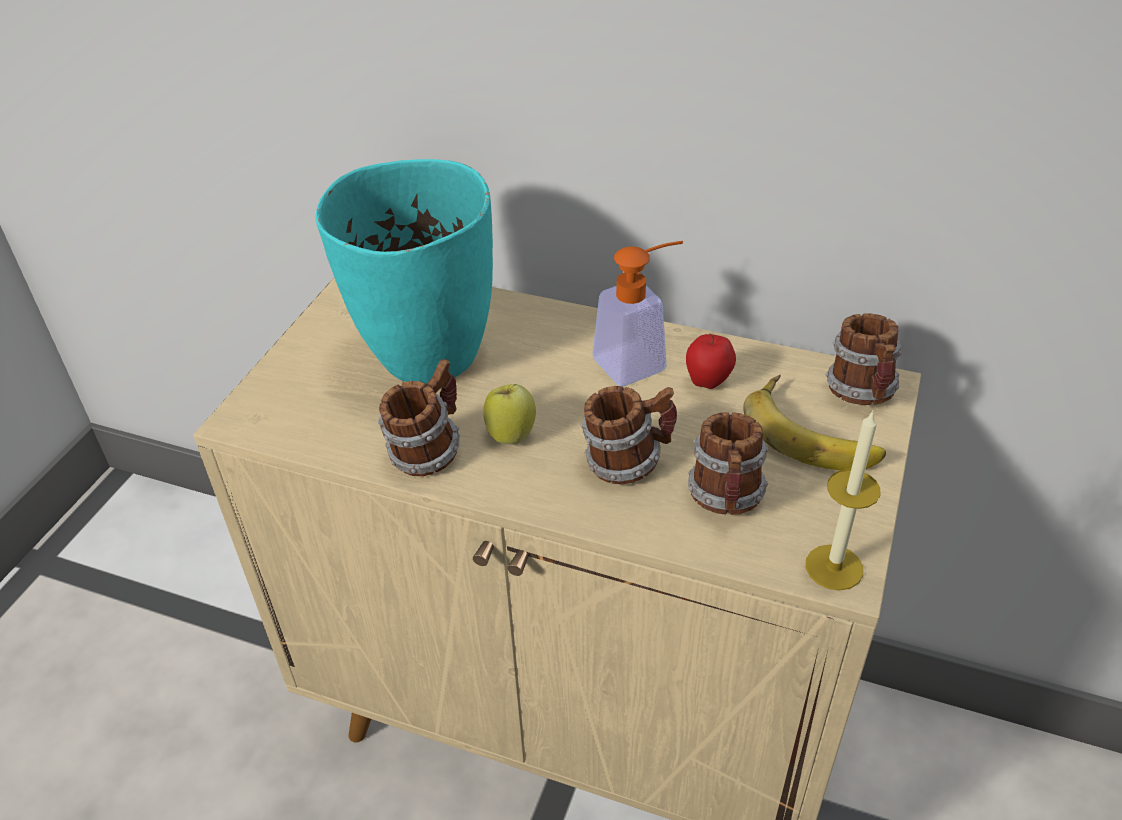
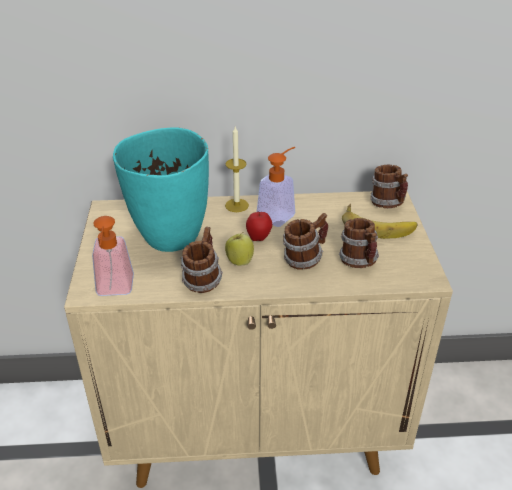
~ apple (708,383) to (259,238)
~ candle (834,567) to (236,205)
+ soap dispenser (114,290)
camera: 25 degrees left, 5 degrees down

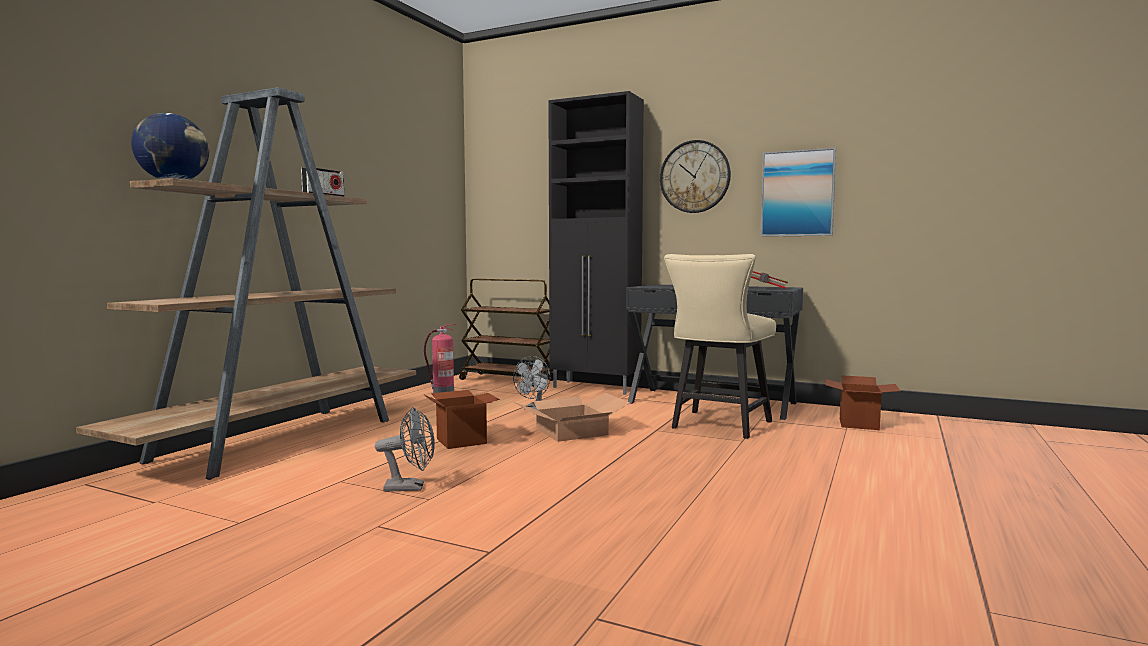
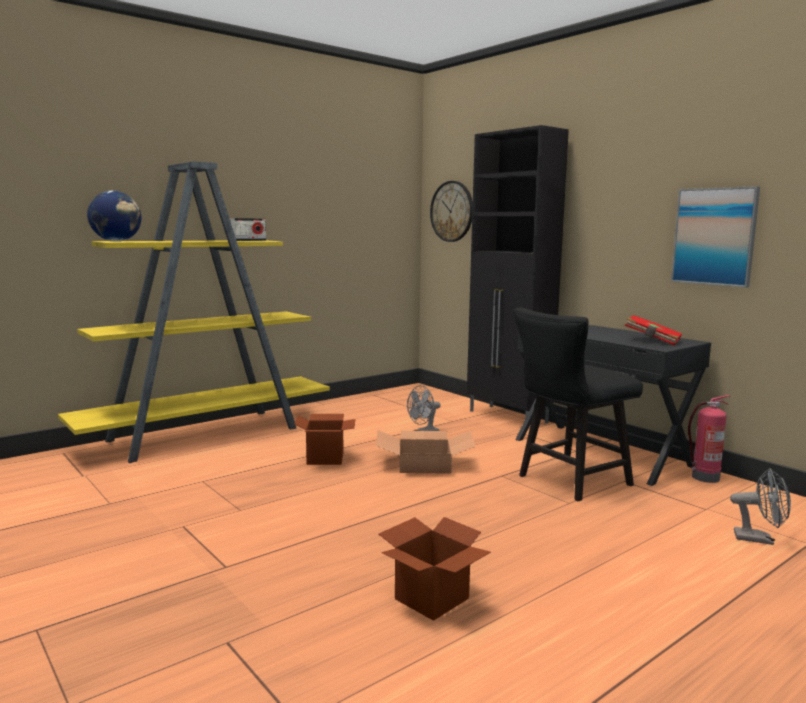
~ brown bookcase (281,439) to yellow bookcase (207,434)
~ wall clock (695,177) to (452,211)
~ beige chair (718,426) to black chair (568,481)
- brown cart (508,380)
~ fire extinguisher (442,392) to (704,478)
~ cardboard box (858,424) to (431,598)
~ grey fan (411,487) to (759,539)
camera: 25 degrees right, 5 degrees up

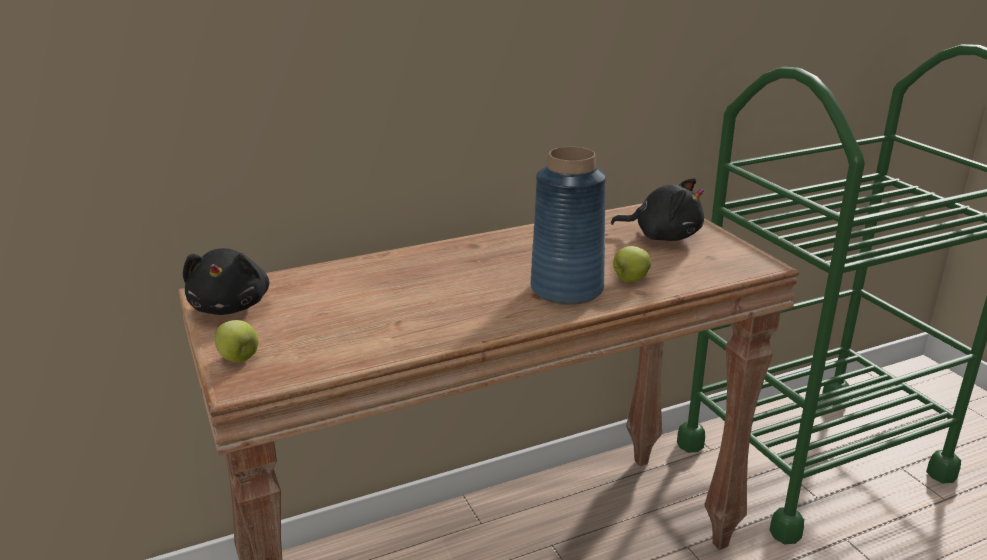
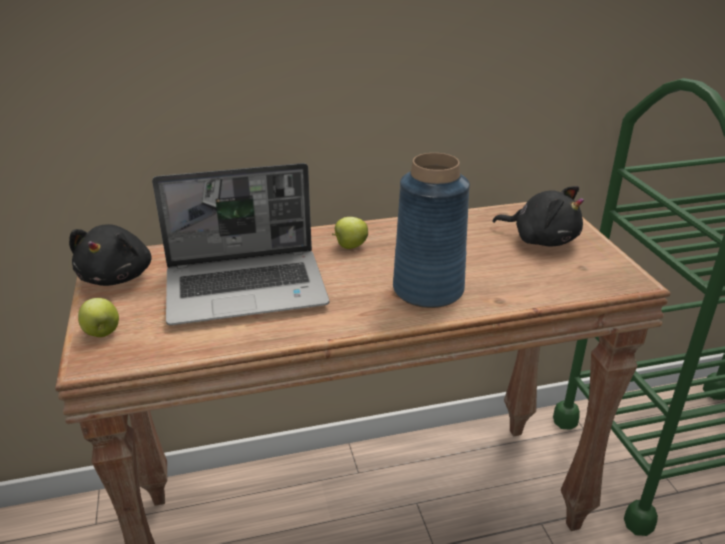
~ apple (629,280) to (350,246)
+ laptop (247,288)
camera: 10 degrees right, 5 degrees up

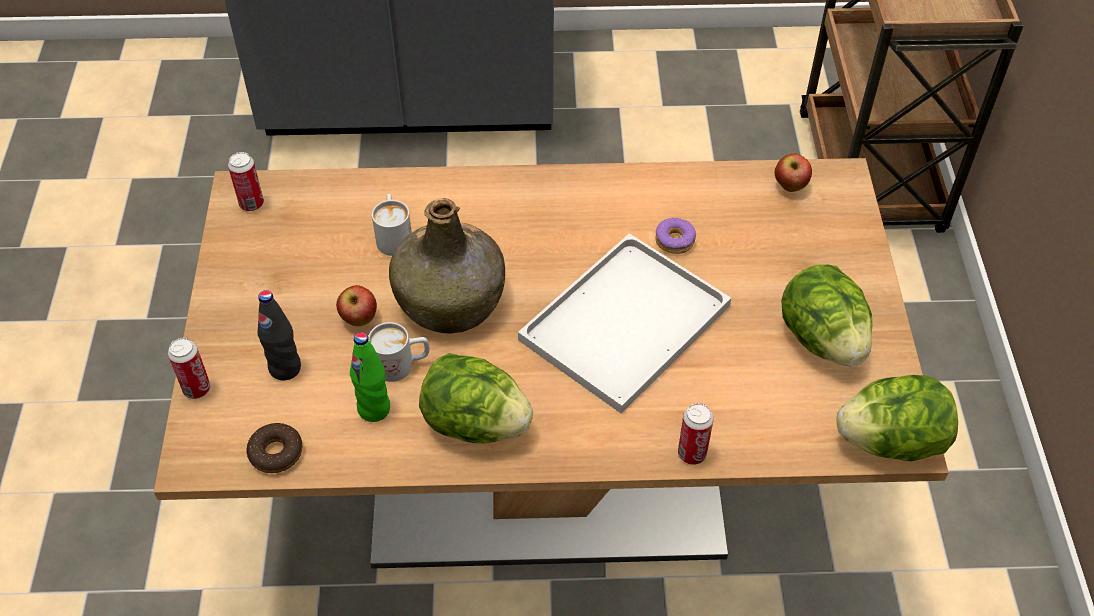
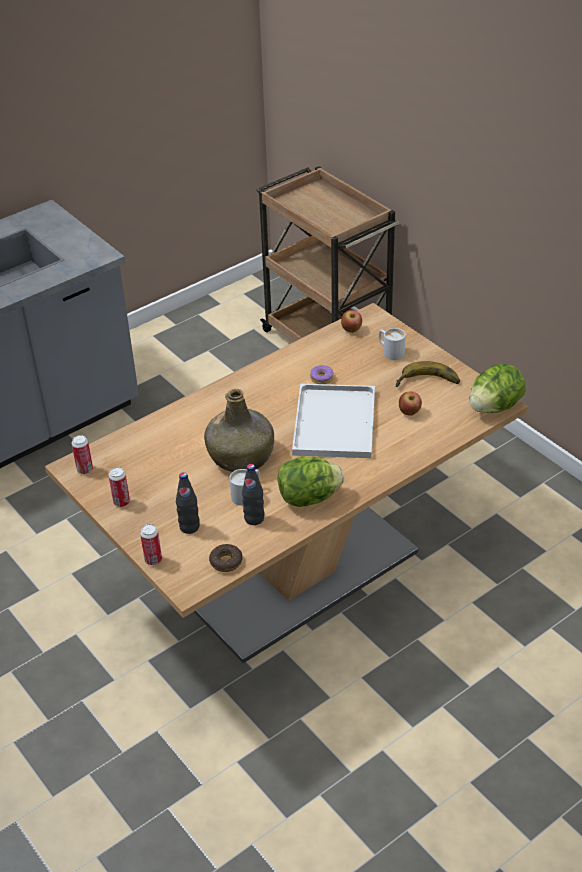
~ white mug (393,236) to (390,352)
~ lettuce (822,339) to banana (428,383)
~ apple (359,319) to (409,413)
~ green bottle (374,409) to black bottle (254,518)
~ can (692,454) to (121,502)
camera: 35 degrees left, 10 degrees down

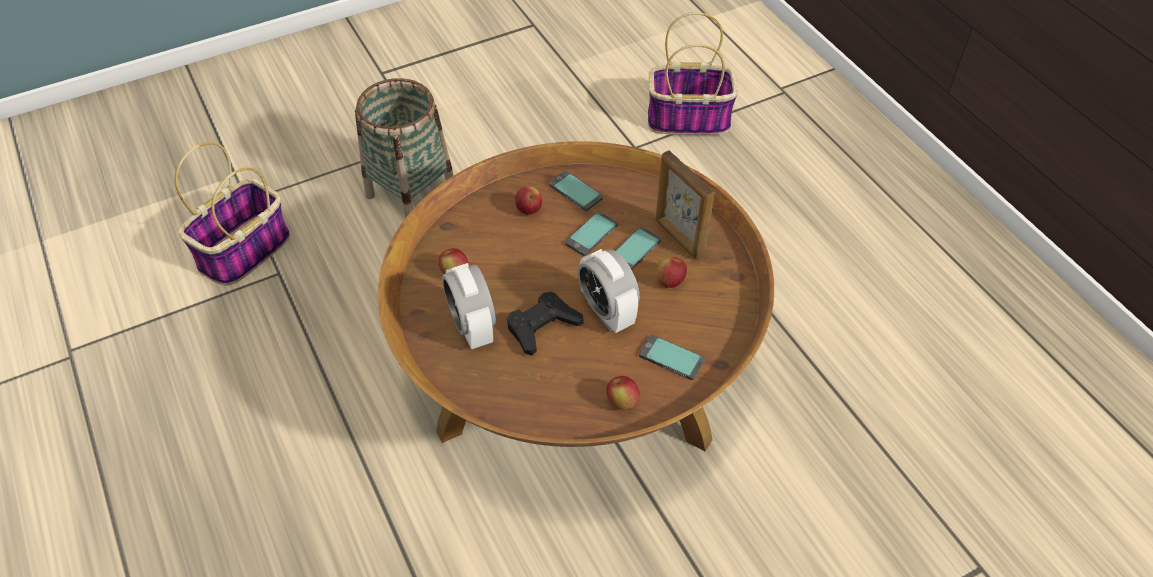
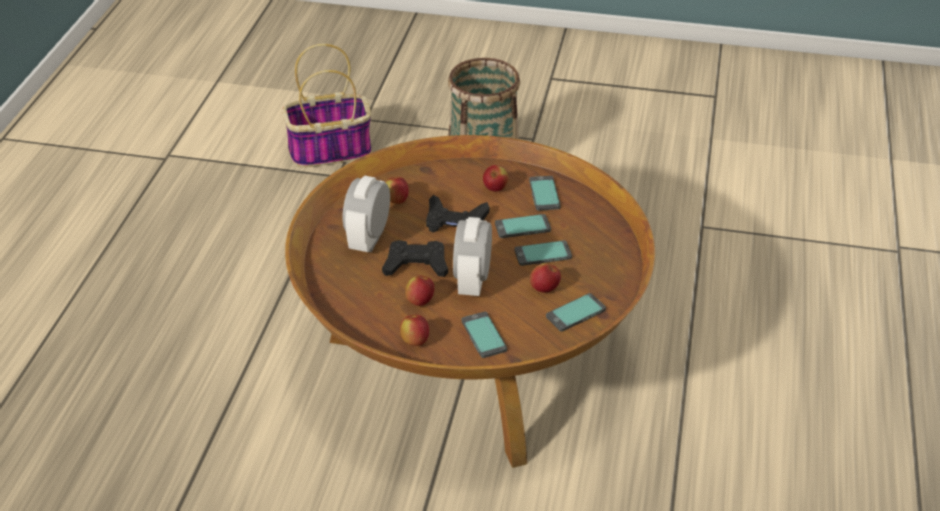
- basket (689,119)
- picture frame (678,238)
+ black game controller (455,221)
+ apple (420,301)
+ phone (576,313)
camera: 40 degrees right, 10 degrees down

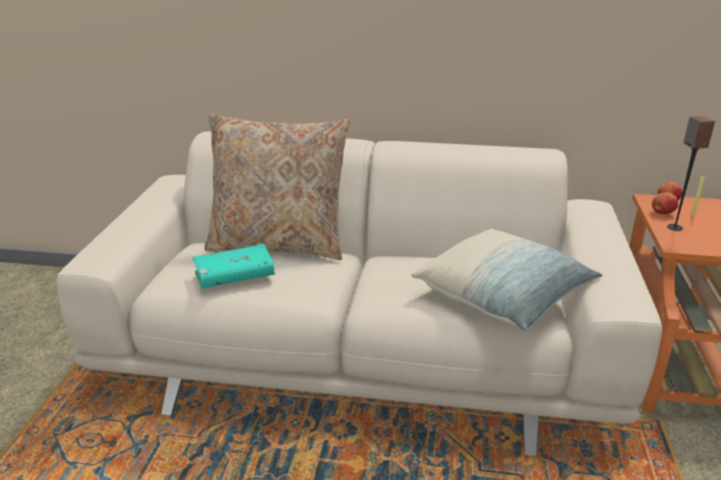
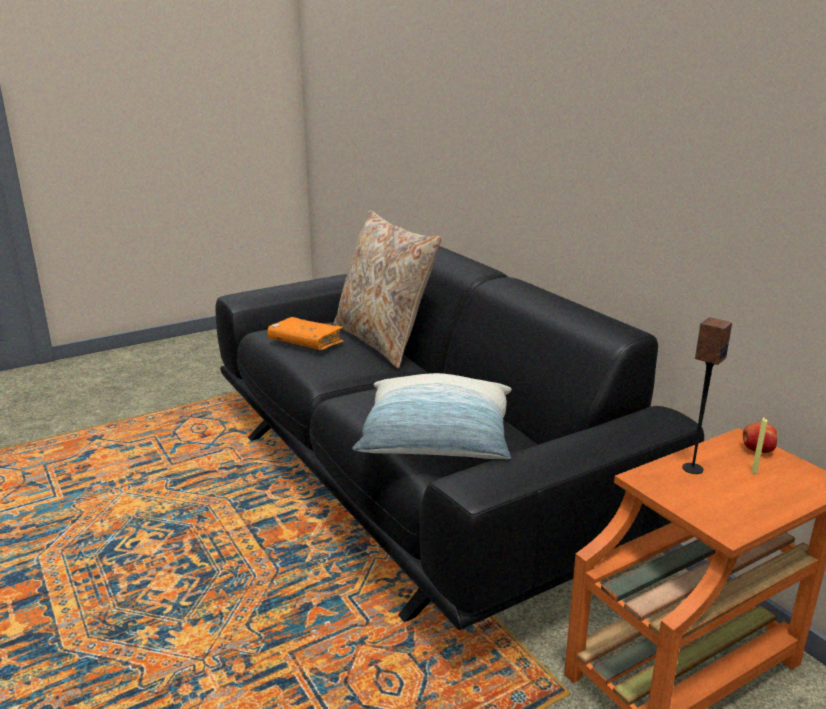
~ beige sofa (362,357) to black sofa (415,481)
- apple (662,213)
~ turquoise book (234,276) to orange book (305,343)
camera: 50 degrees right, 5 degrees down

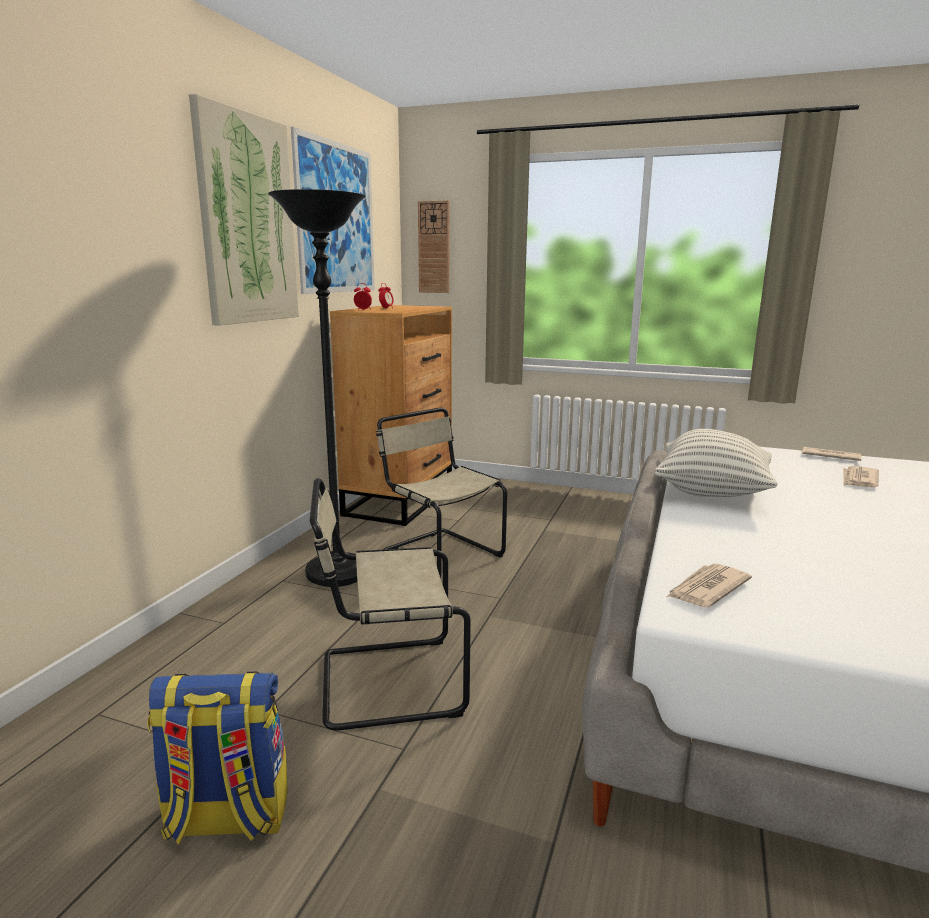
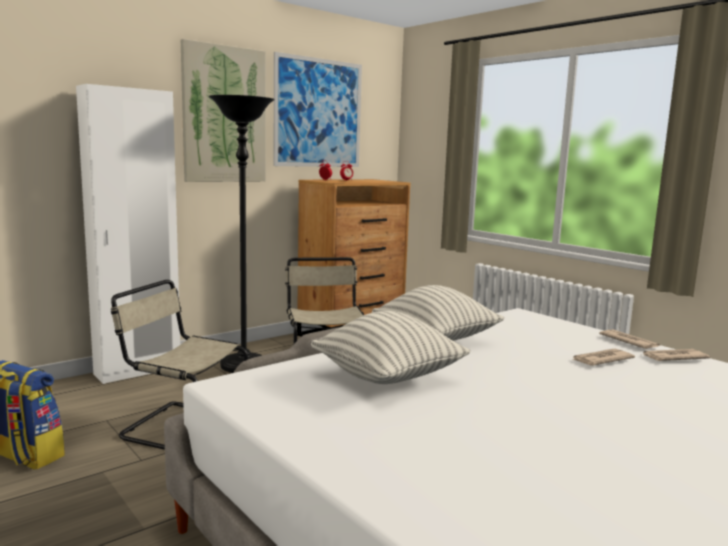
- wall clock (434,247)
~ newspaper (706,589) to (673,357)
+ white wardrobe (138,371)
+ pillow (388,378)
camera: 30 degrees right, 5 degrees down

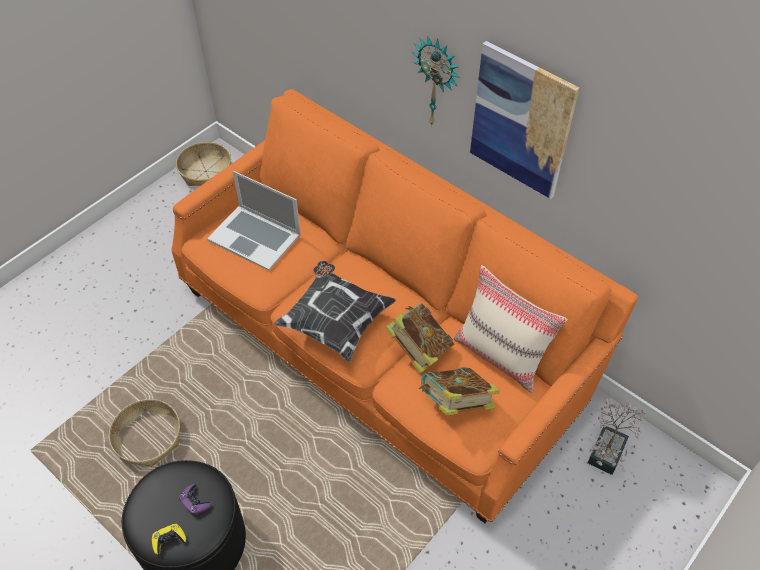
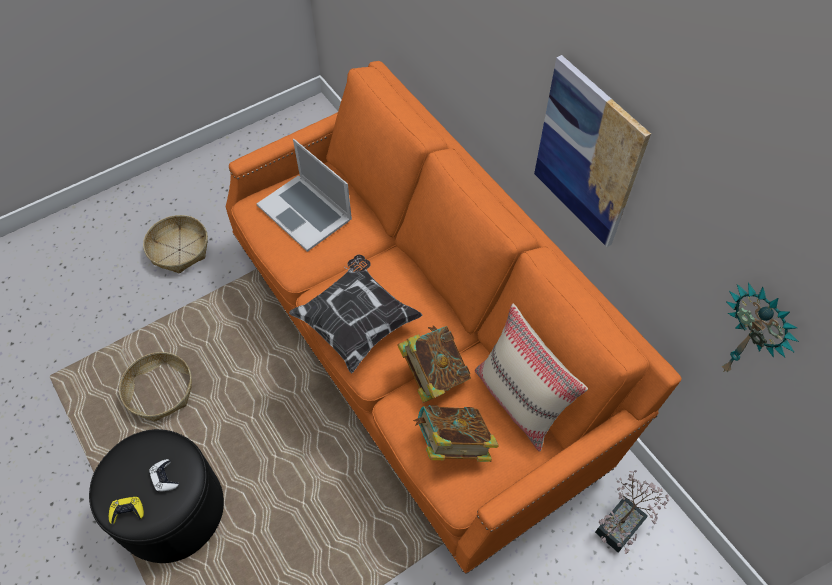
~ wall clock (437,82) to (753,334)
~ basket (205,171) to (179,249)
~ purple game controller (195,501) to white game controller (164,478)
camera: 15 degrees right, 5 degrees up

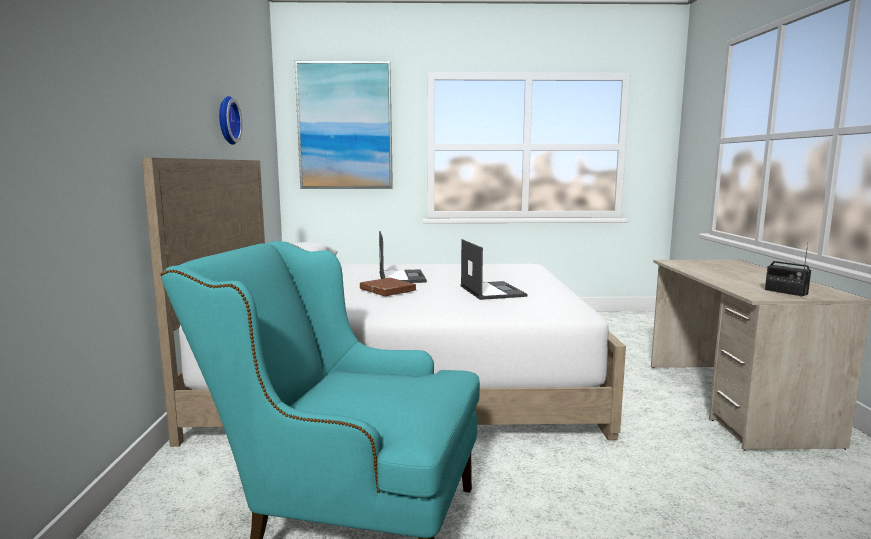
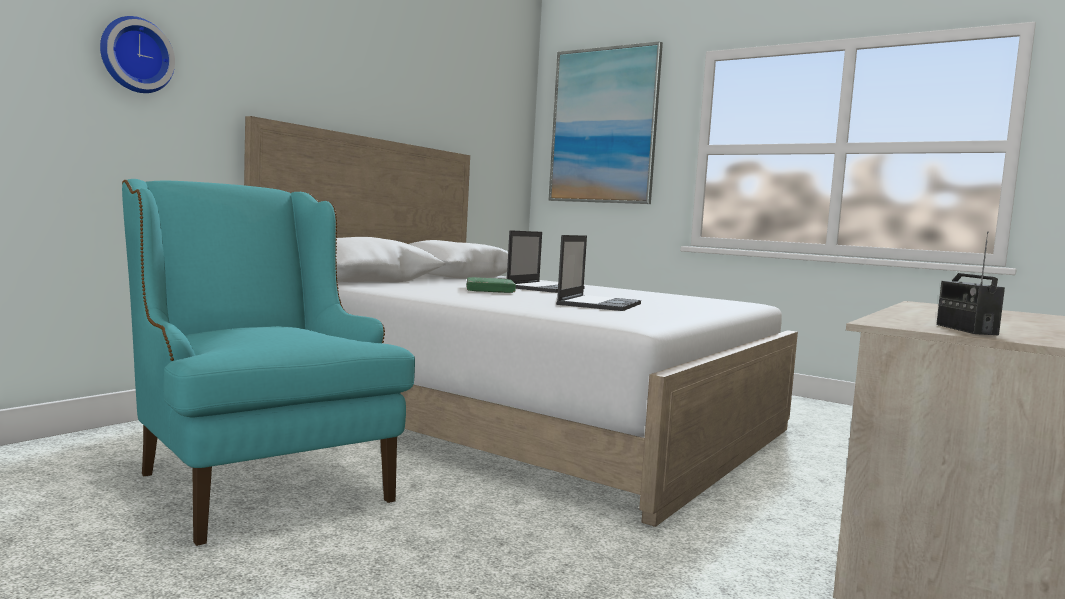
~ wall clock (226,120) to (135,55)
~ brown book (387,290) to green book (490,290)
camera: 35 degrees right, 5 degrees down

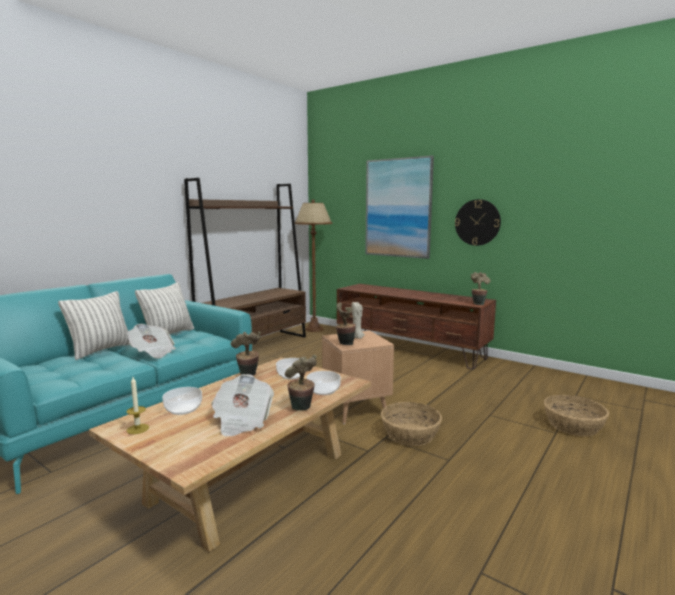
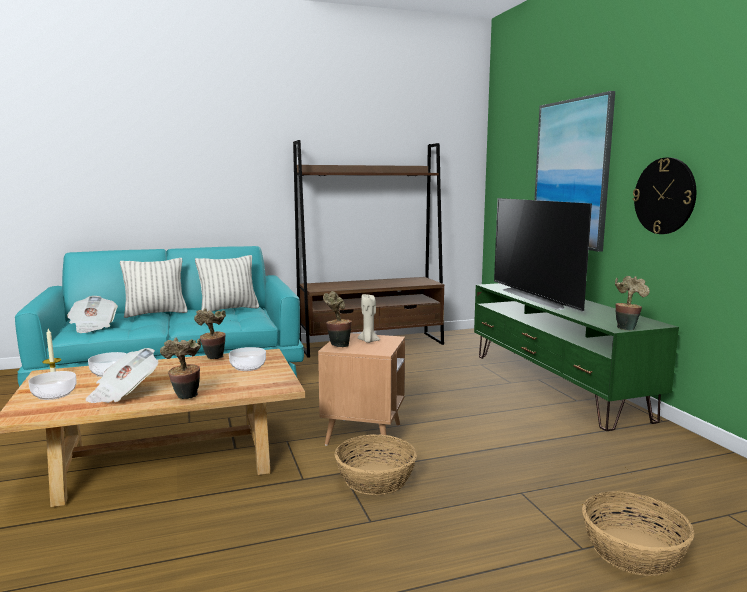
- brown floor lamp (314,329)
~ brown tv stand (410,349) to green tv stand (555,385)
~ newspaper (153,352) to (93,327)
~ bowl (323,390) to (54,394)
+ television (538,298)
camera: 35 degrees right, 0 degrees up

